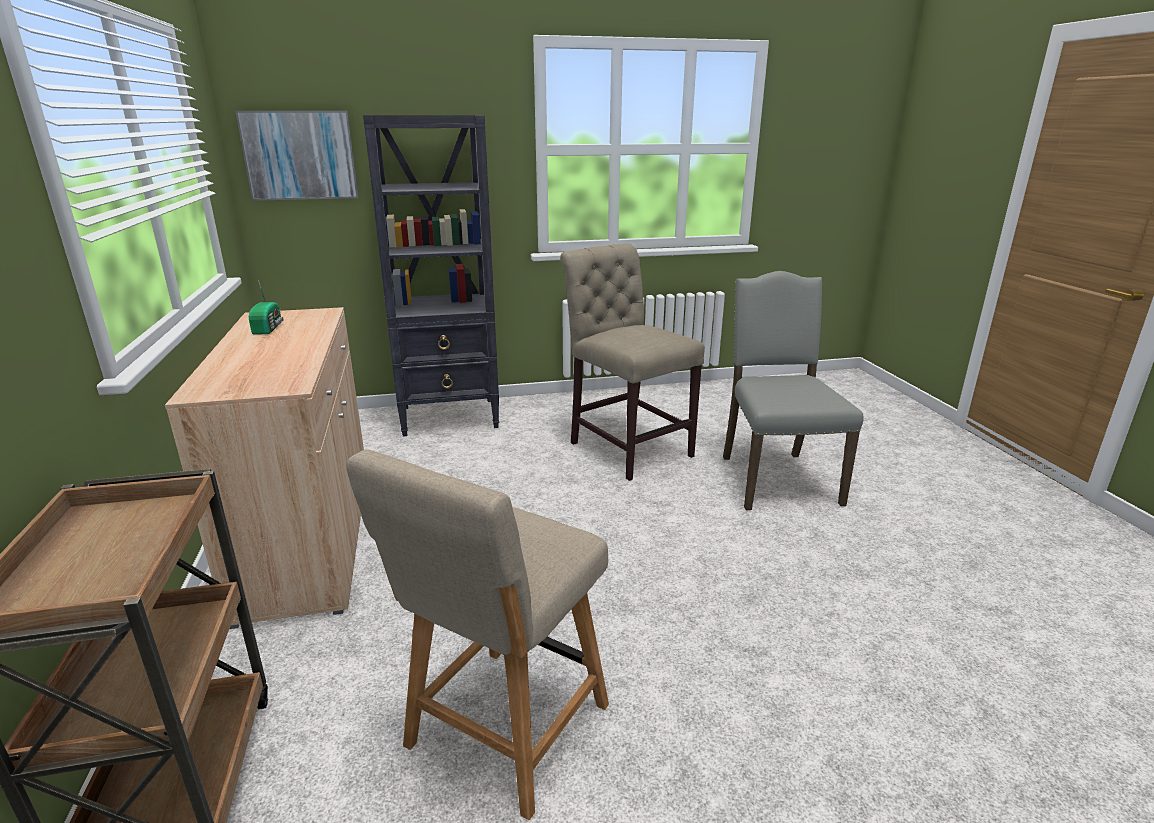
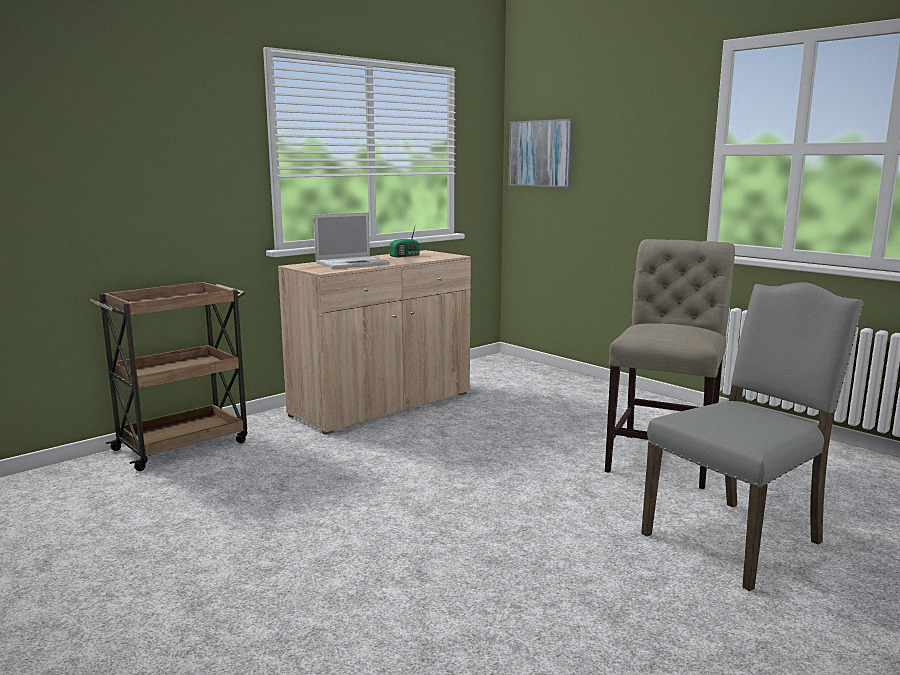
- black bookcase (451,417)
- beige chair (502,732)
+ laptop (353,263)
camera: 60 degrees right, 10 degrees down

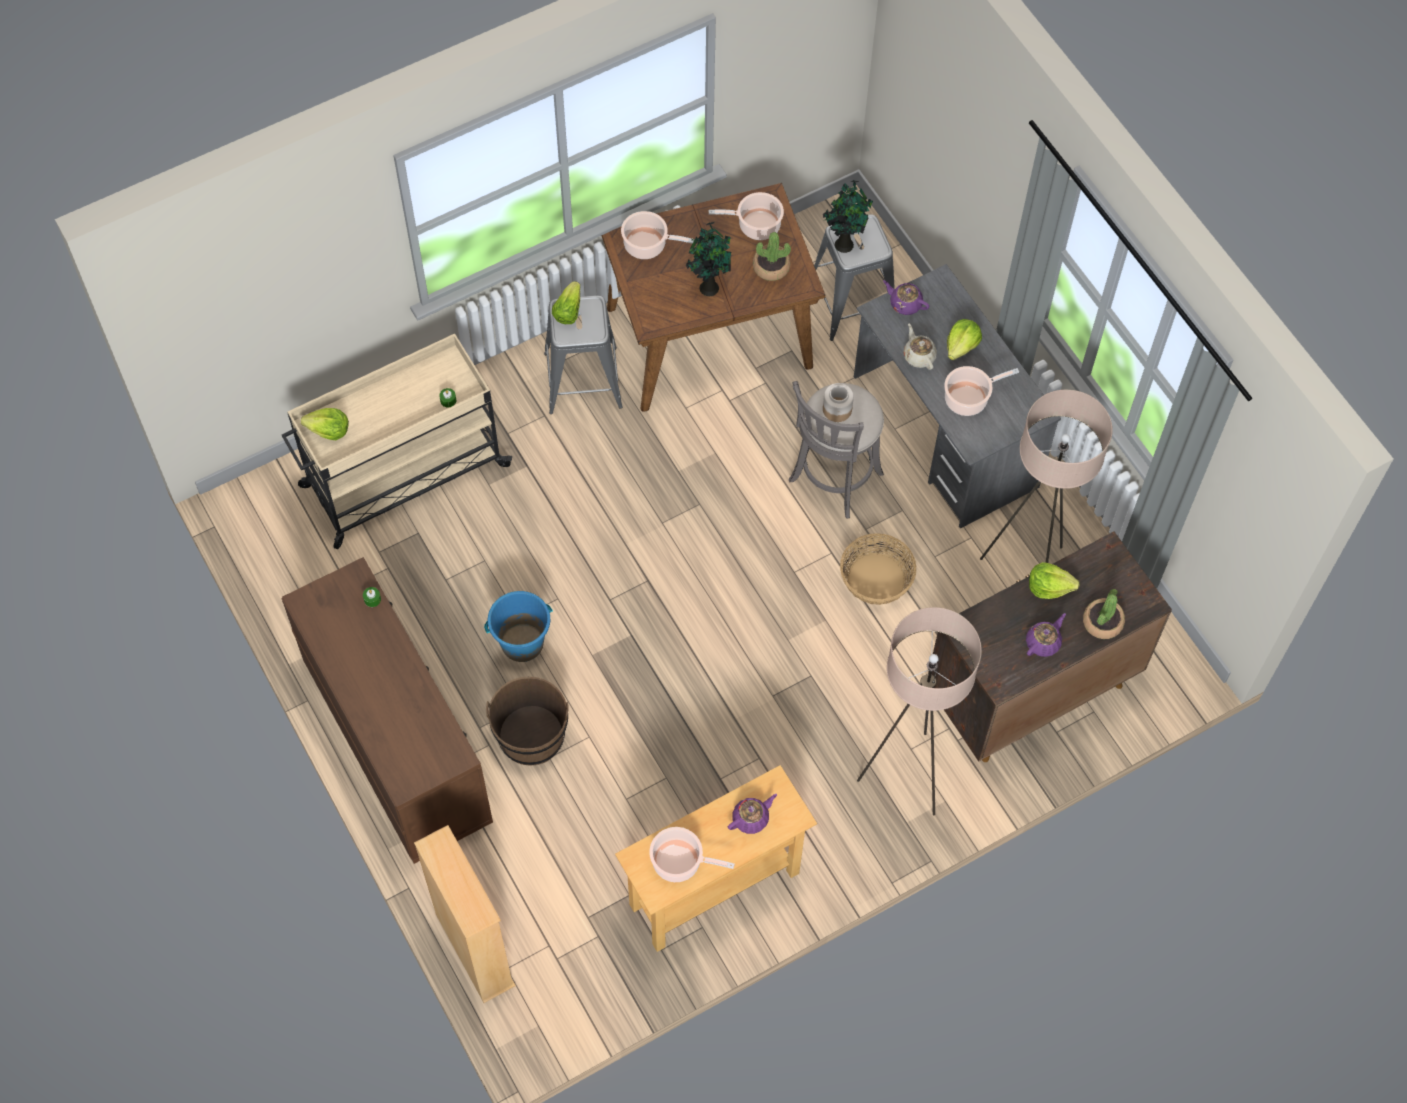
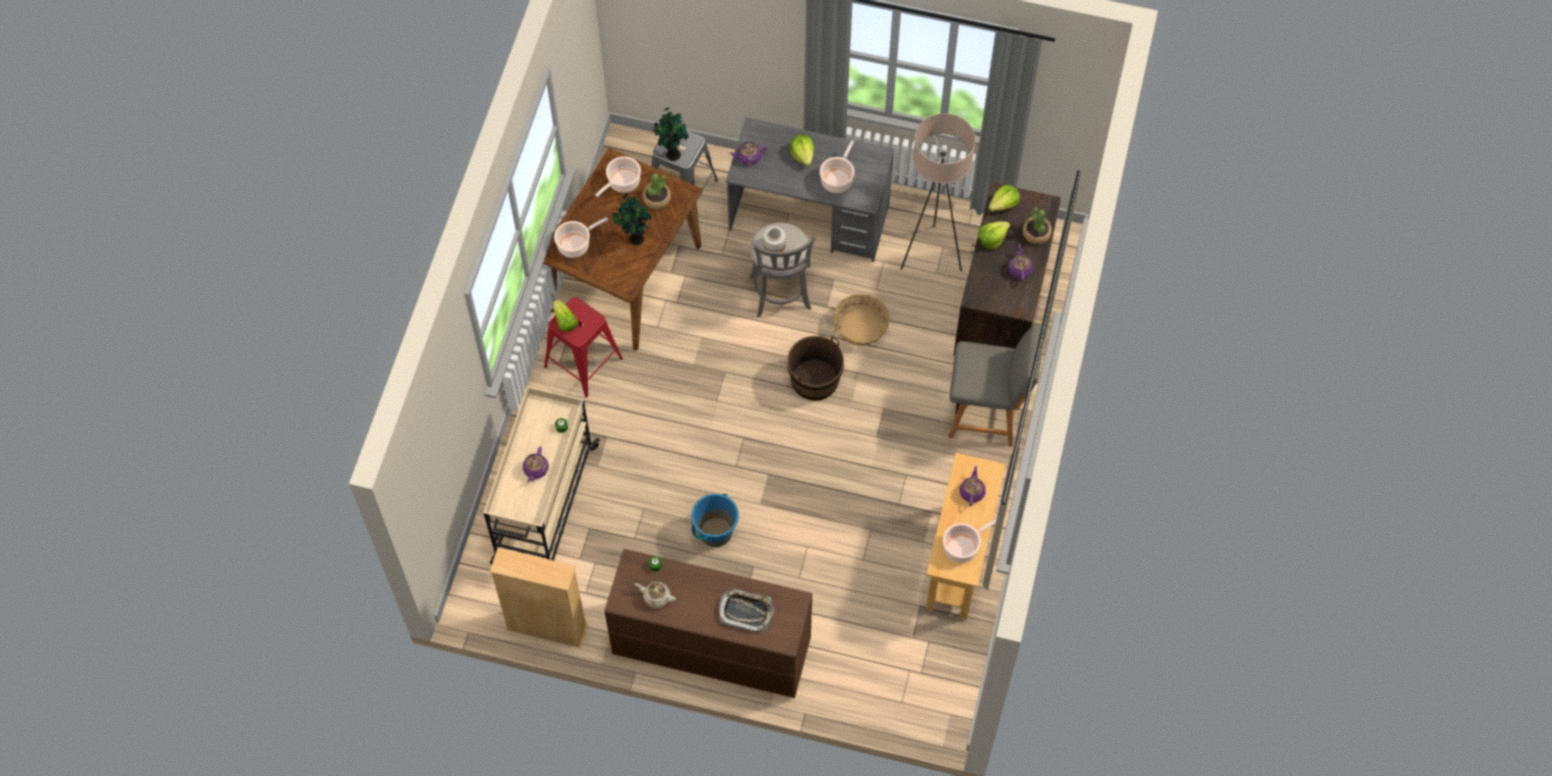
~ grey stool (583,380) to red stool (583,362)
~ beige teapot (919,356) to (656,597)
~ lettuce (329,431) to (1004,204)
~ beige floor lamp (906,775) to grey chair (987,414)
~ brown bucket (531,736) to (815,380)
~ beige bookcase (474,950) to (547,627)
+ purple teapot (535,469)
+ tray (746,611)
camera: 45 degrees left, 0 degrees up

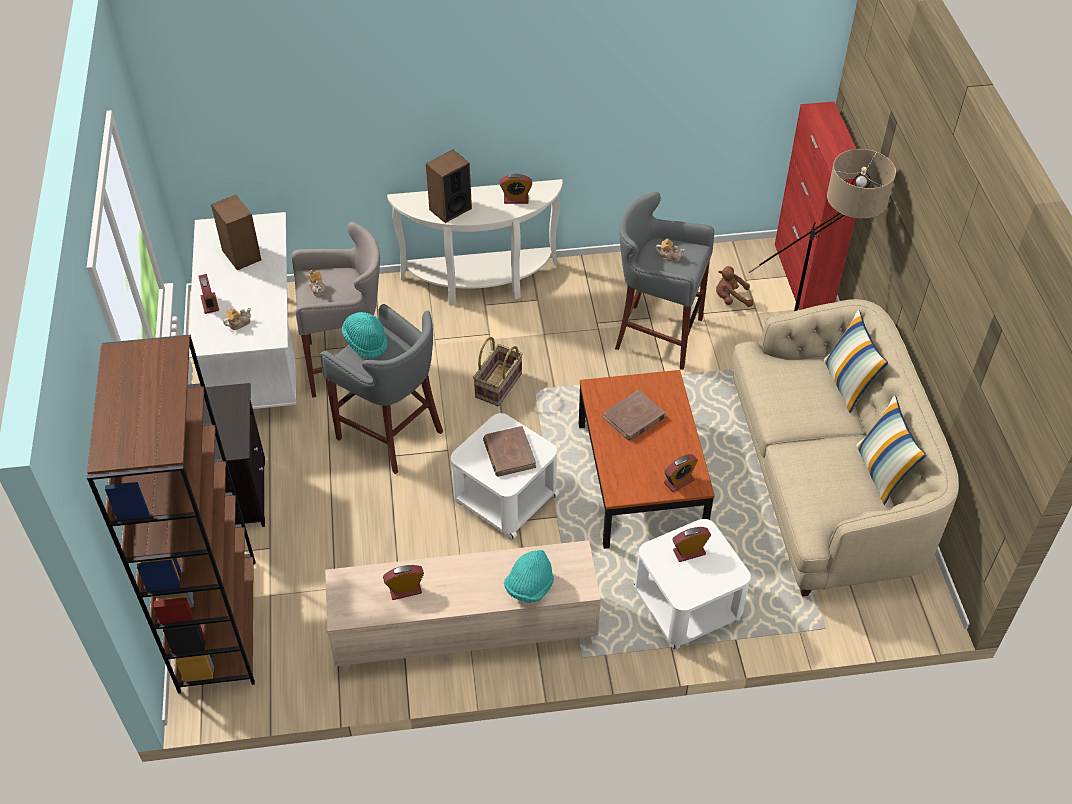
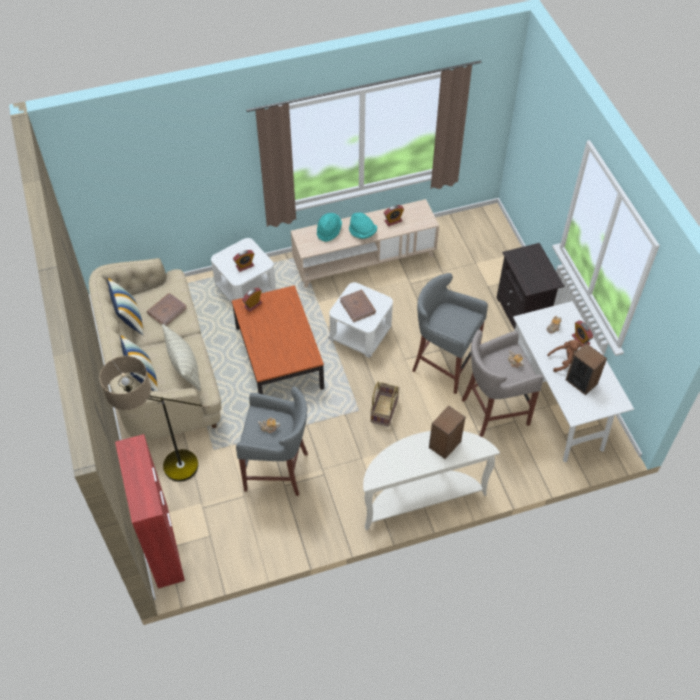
- alarm clock (516,199)
~ brown plush toy (731,299) to (564,361)
~ turquoise hat (366,342) to (362,233)
- brown bookcase (217,624)
~ brown book (634,418) to (167,310)
+ pillow (184,367)
camera: 170 degrees right, 5 degrees up

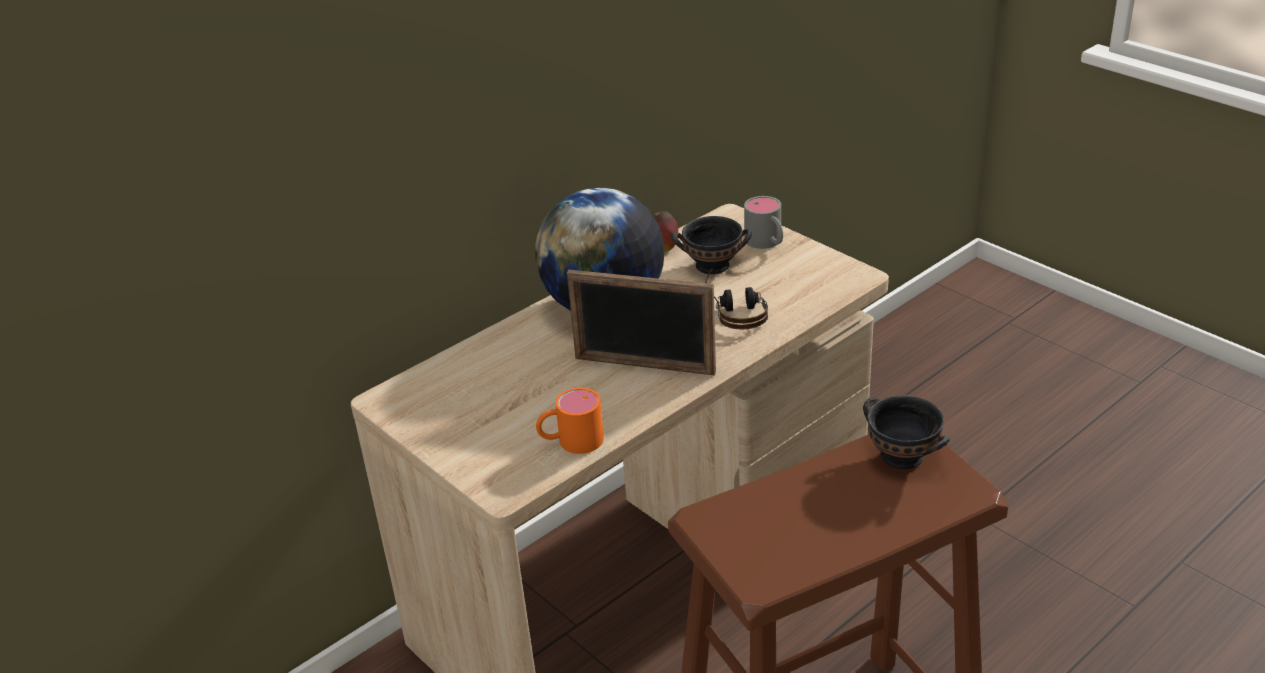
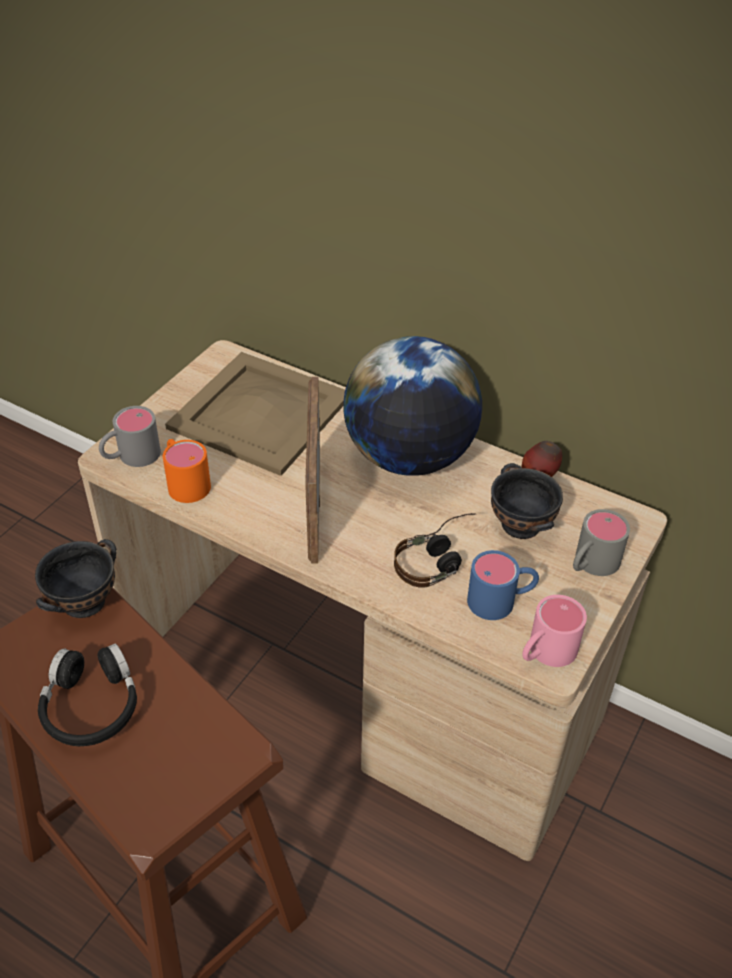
~ black bowl (901,455) to (85,601)
+ beige tray (262,412)
+ grey mug (131,456)
+ blue mug (501,600)
+ pink mug (545,653)
+ black headphones (91,706)
camera: 70 degrees right, 10 degrees up

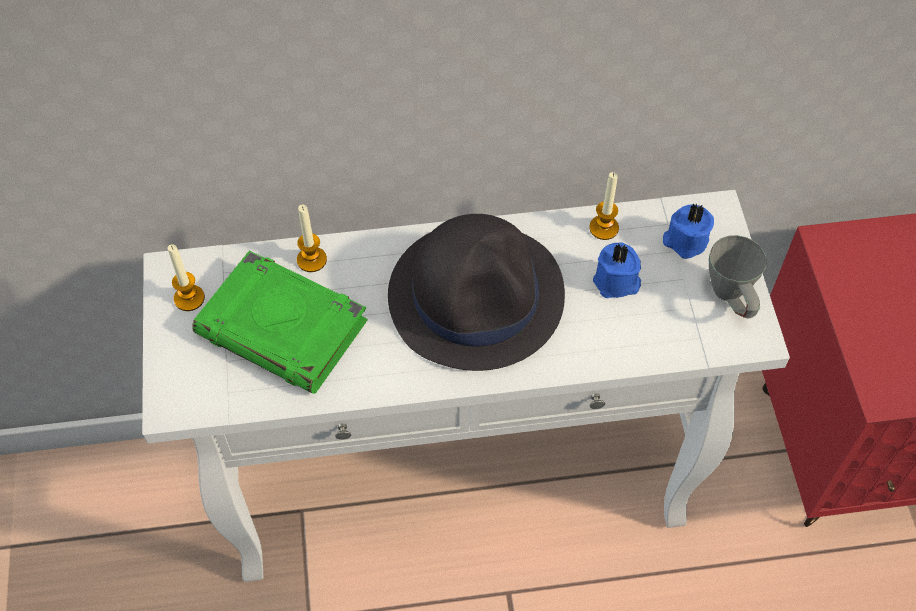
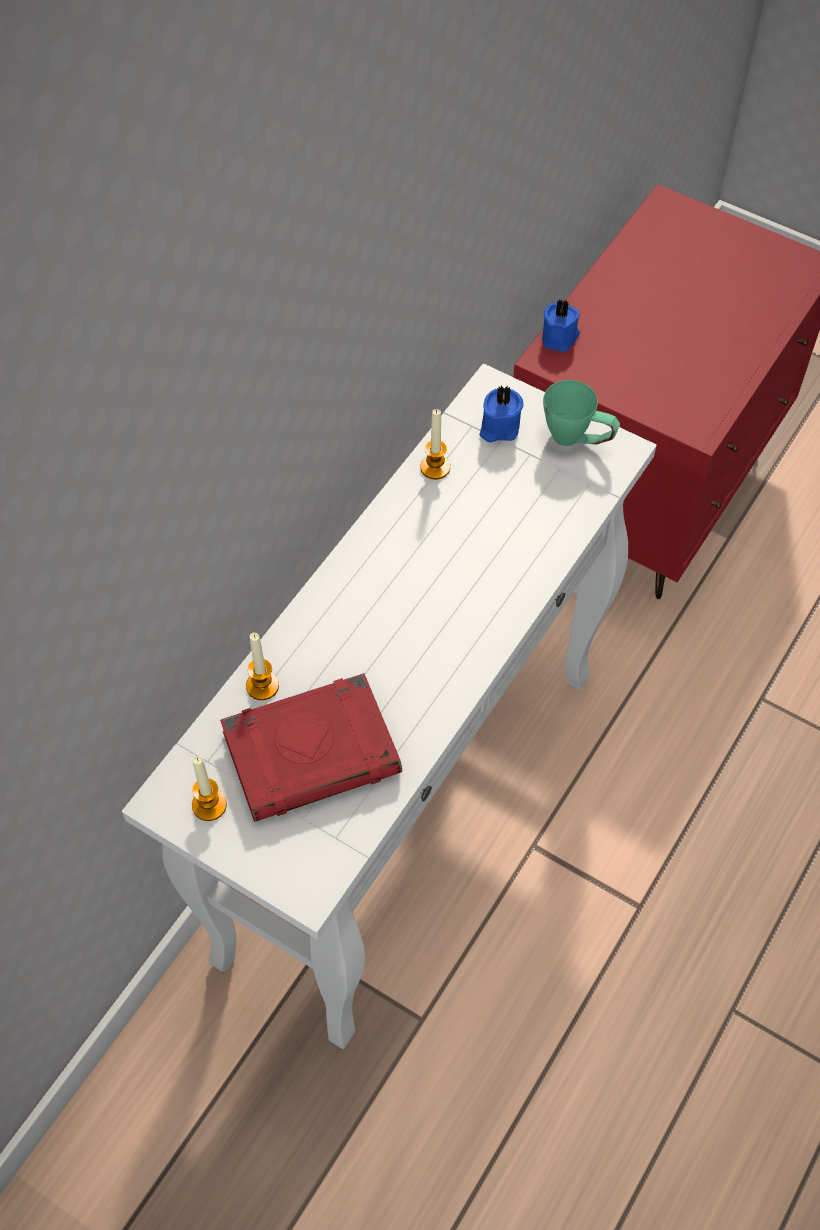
- black hat (477,295)
~ grey mug (731,300) to green mug (577,440)
~ blue candle (617,283) to (560,337)
~ green book (284,328) to red book (313,752)
camera: 50 degrees left, 0 degrees up

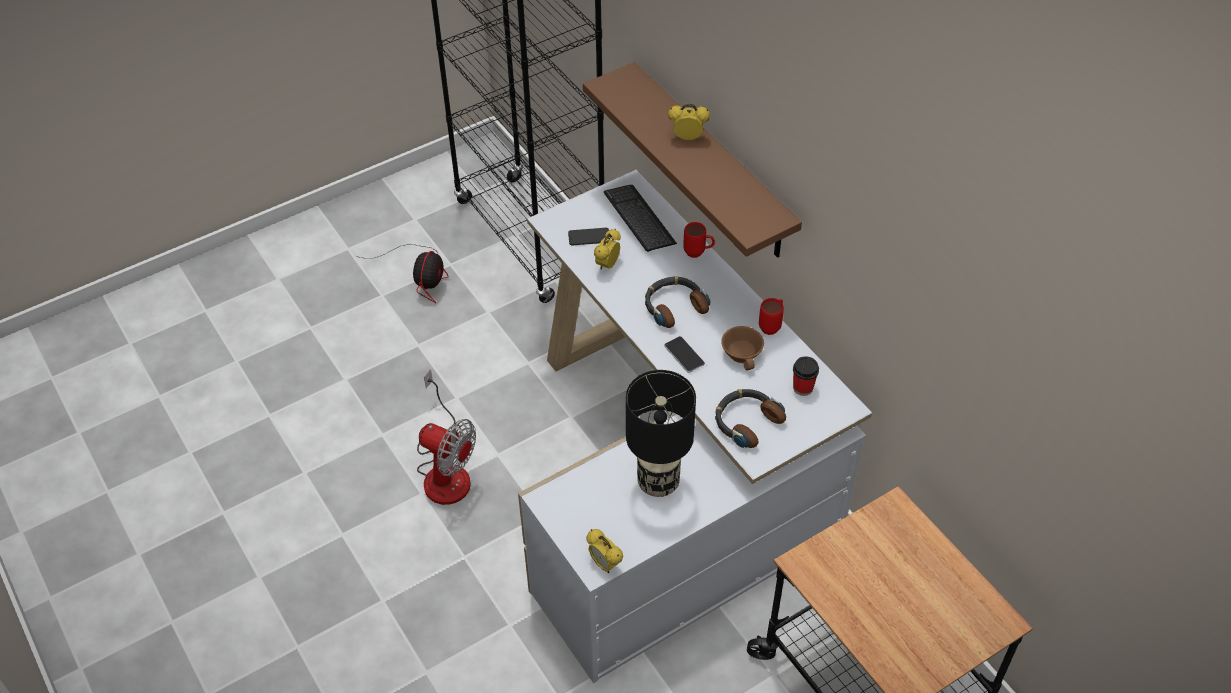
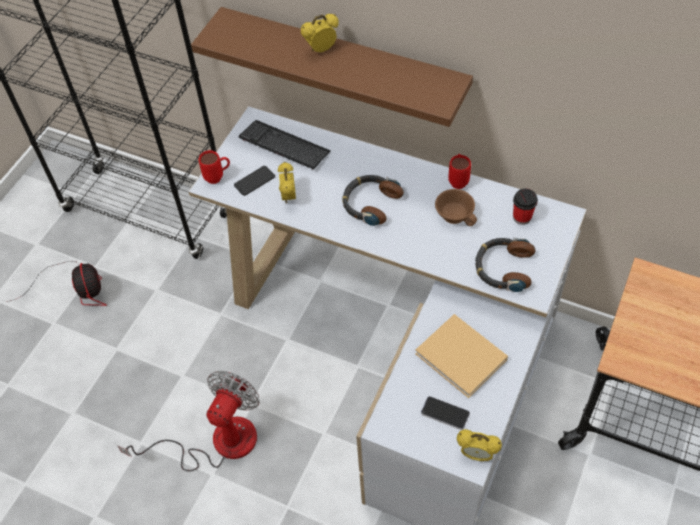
~ red mug (698,253) to (218,177)
~ phone (684,355) to (445,413)
~ fan (445,470) = (218,442) 60 degrees counterclockwise
~ black table lamp (659,483) to beige book (462,358)
camera: 30 degrees left, 5 degrees up

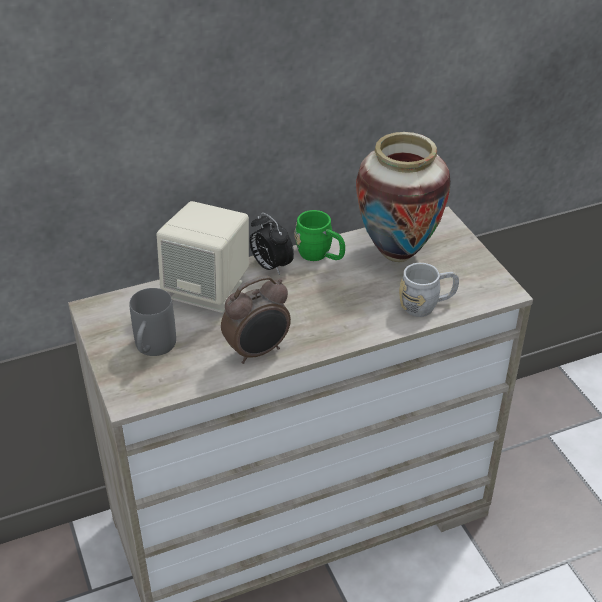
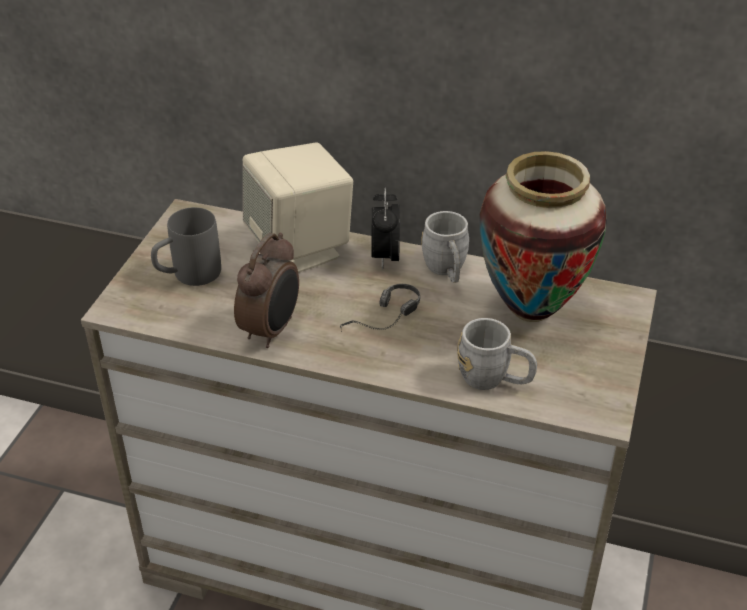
~ green mug (320,256) to grey mug (446,271)
~ alarm clock (258,352) = (272,330) 75 degrees counterclockwise
+ headphones (383,323)
camera: 40 degrees right, 0 degrees up

